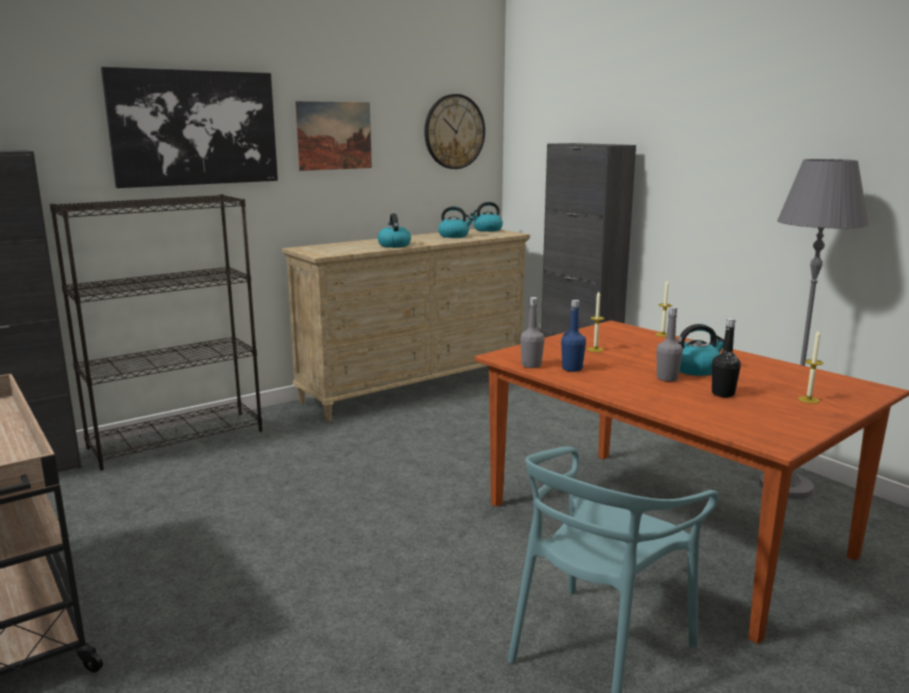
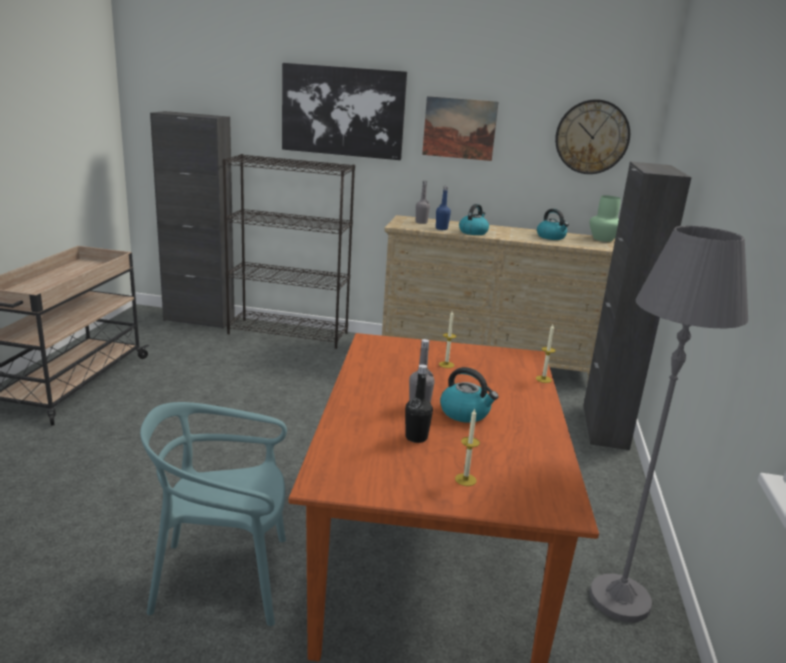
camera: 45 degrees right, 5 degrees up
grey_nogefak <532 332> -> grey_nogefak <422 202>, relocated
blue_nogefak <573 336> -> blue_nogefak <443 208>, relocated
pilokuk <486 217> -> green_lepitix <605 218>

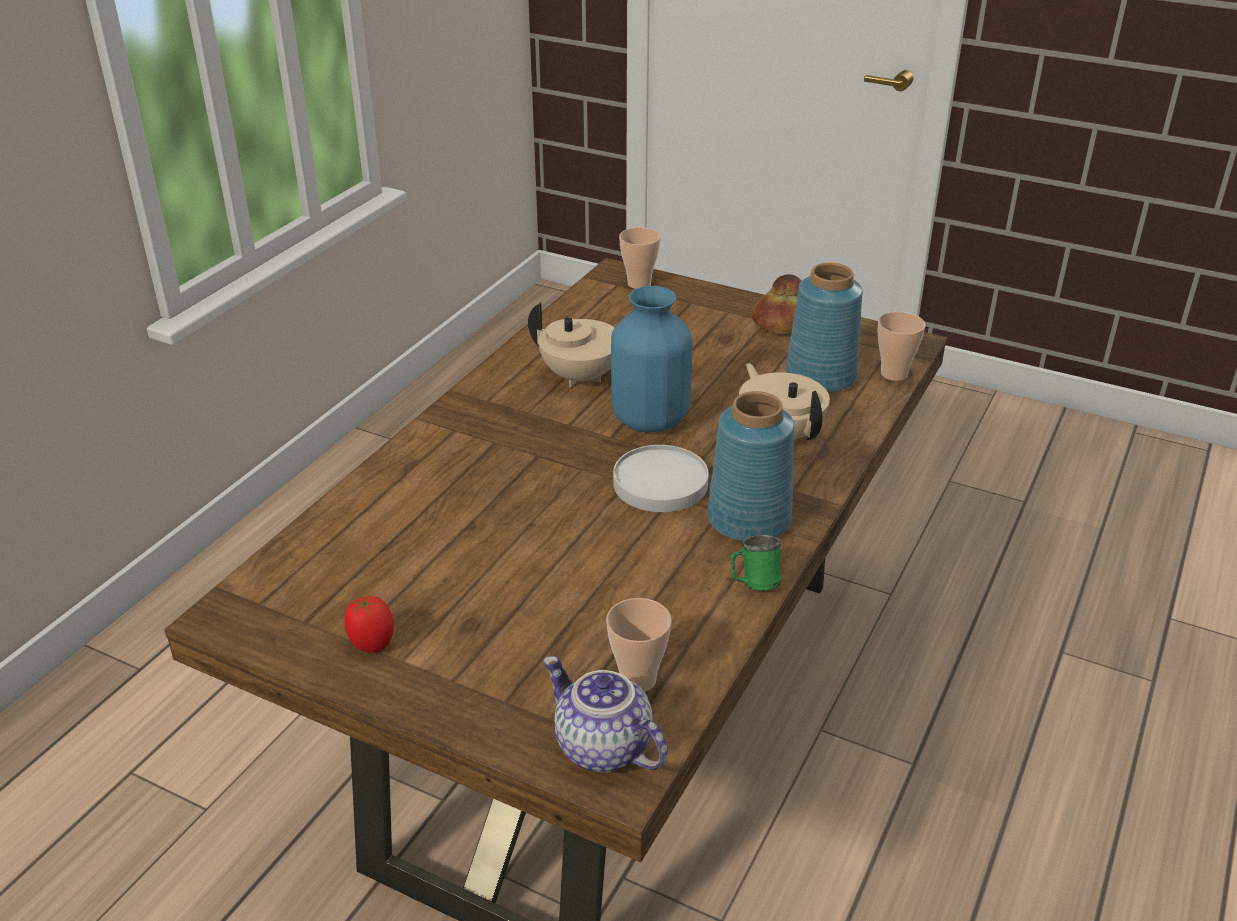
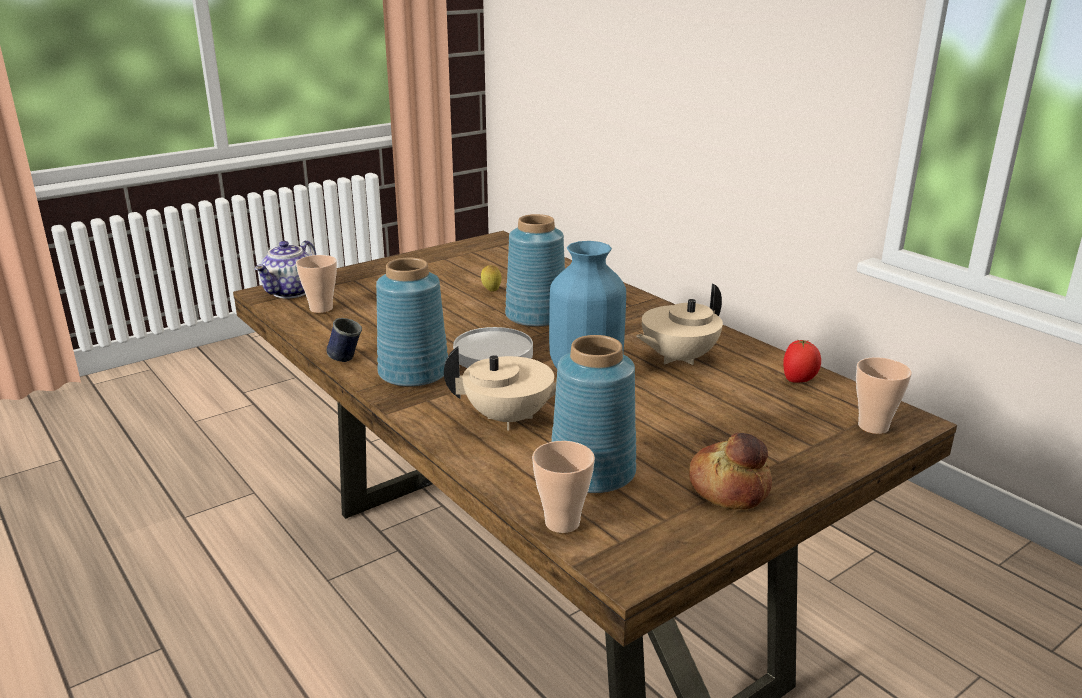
camera: 115 degrees right, 10 degrees down
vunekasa <605 714> -> vunekasa <285 269>, 135 degrees clockwise
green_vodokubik <756 562> -> blue_vodokubik <344 340>
none -> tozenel <491 278>
none -> blue_lepitix <535 270>
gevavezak <369 624> -> gevavezak <802 361>, relocated

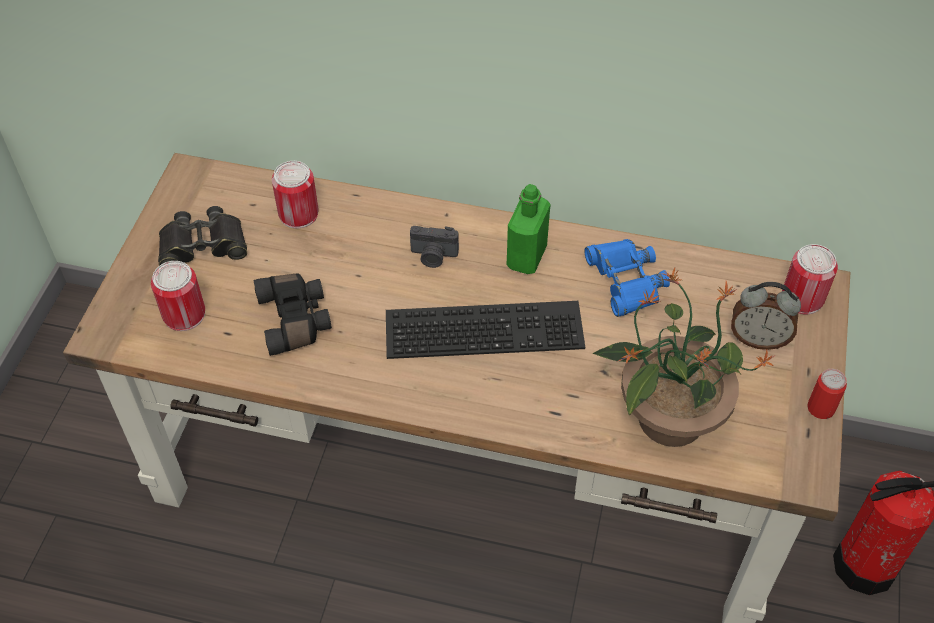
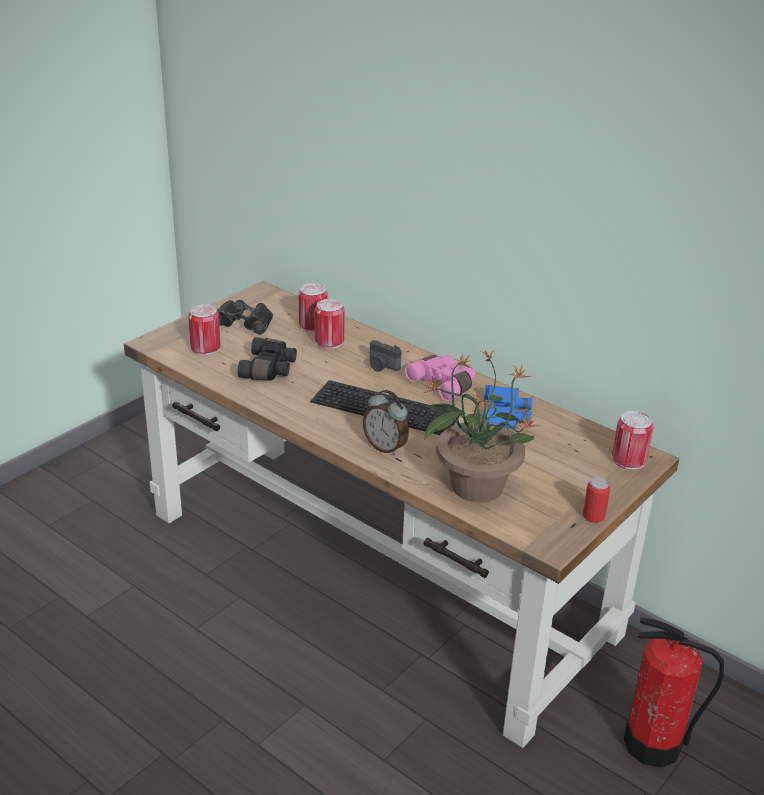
camera: 25 degrees right, 20 degrees down
none -> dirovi <330 324>
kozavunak <766 316> -> kozavunak <386 422>, relocated
green_nogefak <529 229> -> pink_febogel <440 378>

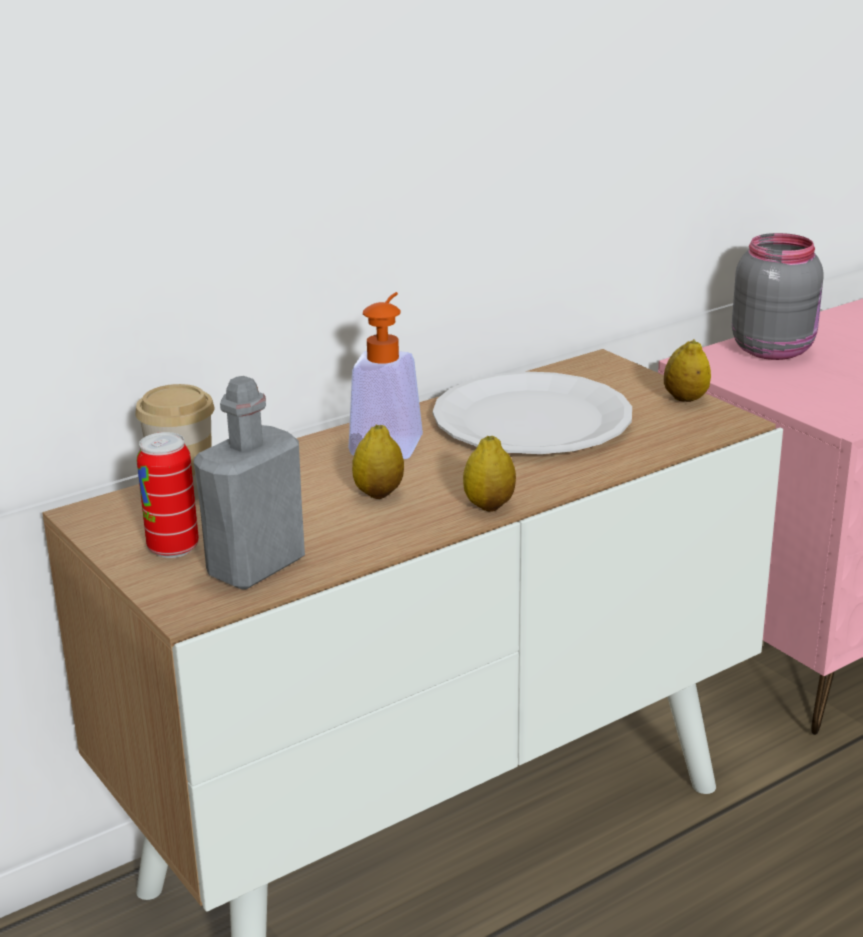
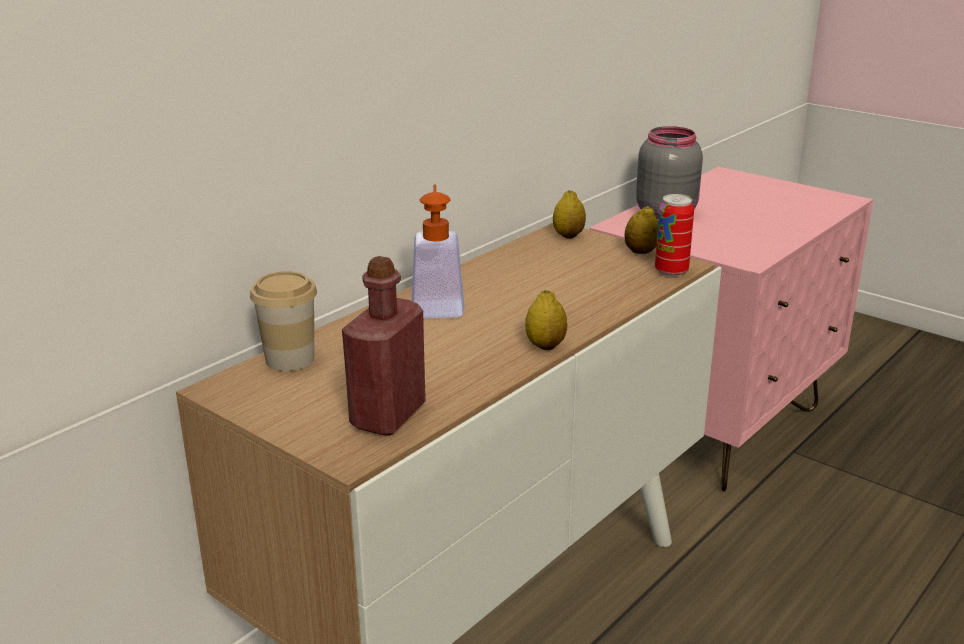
camera: 15 degrees left, 0 degrees up
grey_nogefak <249 483> -> red_nogefak <384 346>
tozenel <378 461> -> tozenel <569 214>, relocated
dirovi <167 495> -> dirovi <674 235>, relocated
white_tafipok <532 412> -> none

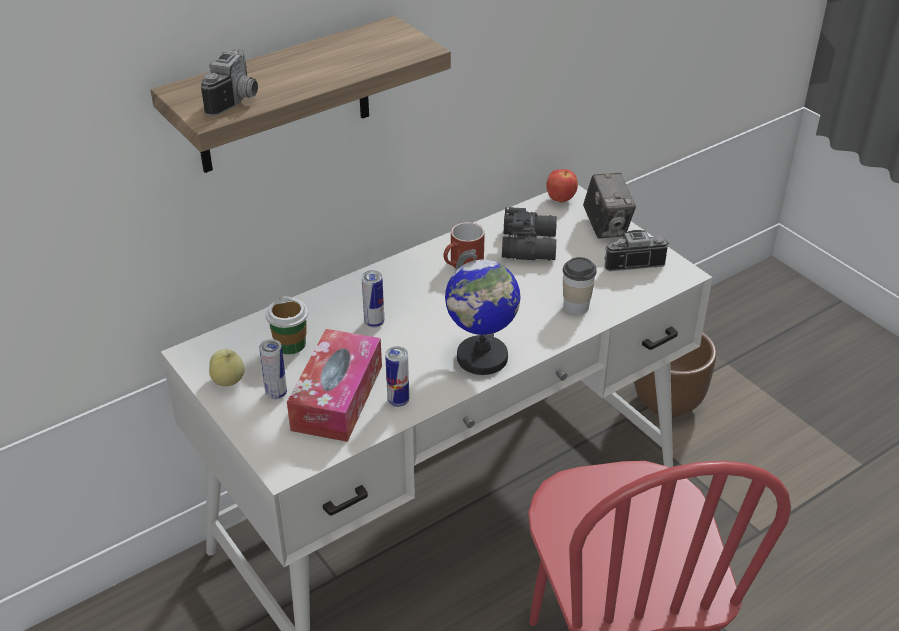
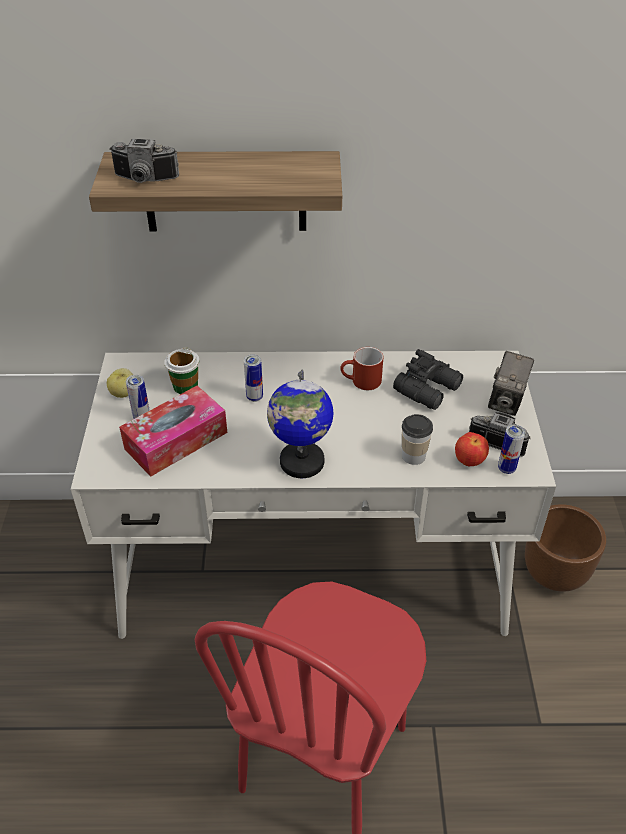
camera: 35 degrees right, 5 degrees up
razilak <229 82> -> razilak <144 161>, 45 degrees clockwise
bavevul <562 186> -> bavevul <472 449>, relocated
dirovi <397 376> -> dirovi <511 449>, relocated

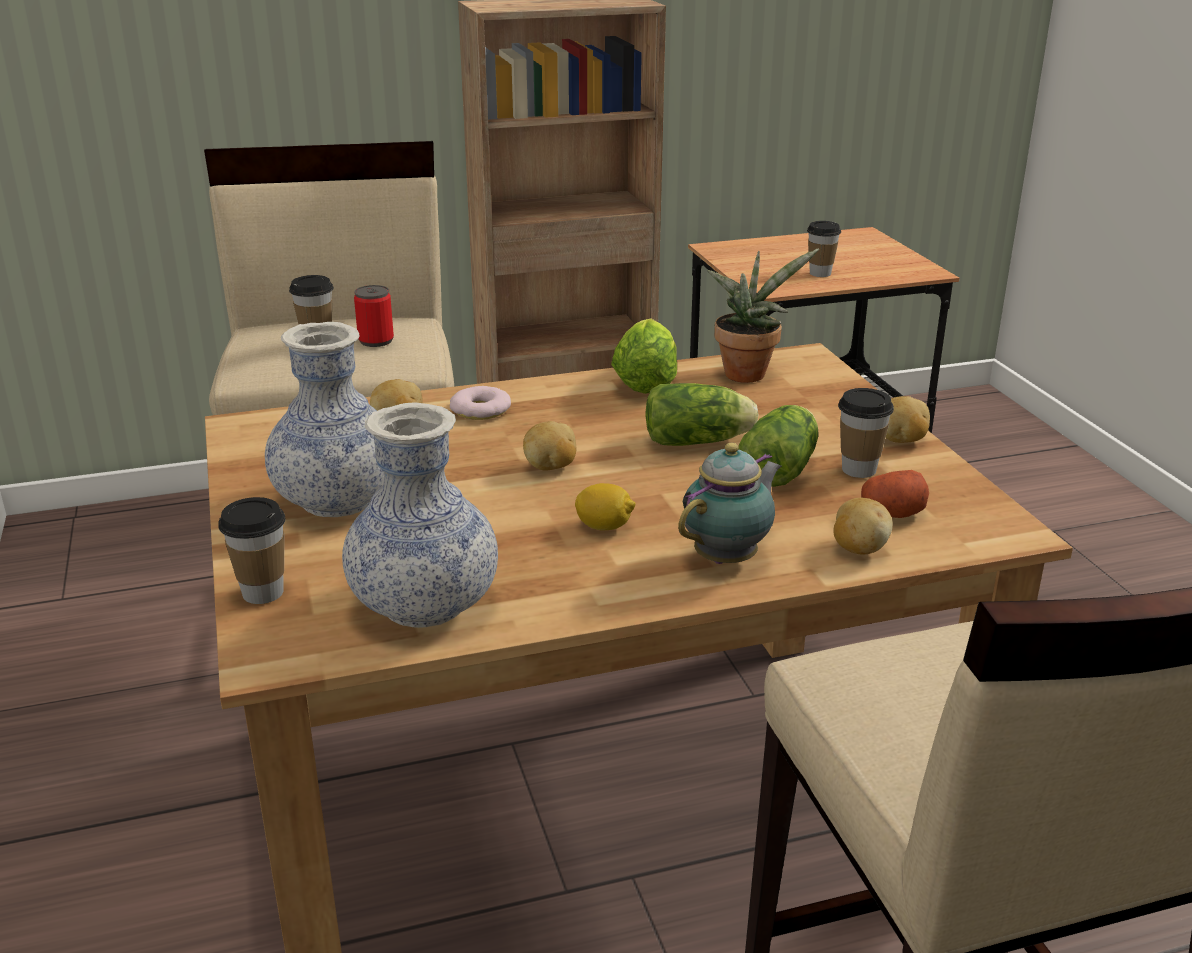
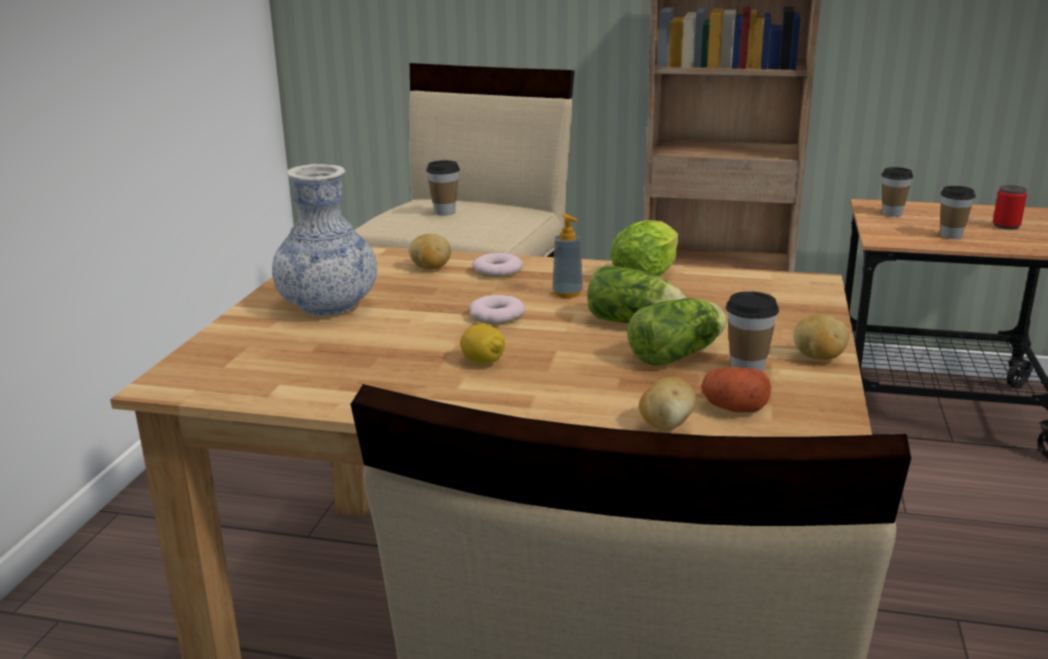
camera: 30 degrees right, 5 degrees down
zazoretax <549 445> -> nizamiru <497 309>
none -> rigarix <567 256>
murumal <252 550> -> murumal <897 192>, relocated
dirovi <374 316> -> dirovi <1010 207>, relocated
lepitix <420 515> -> none
vunekasa <729 503> -> none
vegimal <763 315> -> none

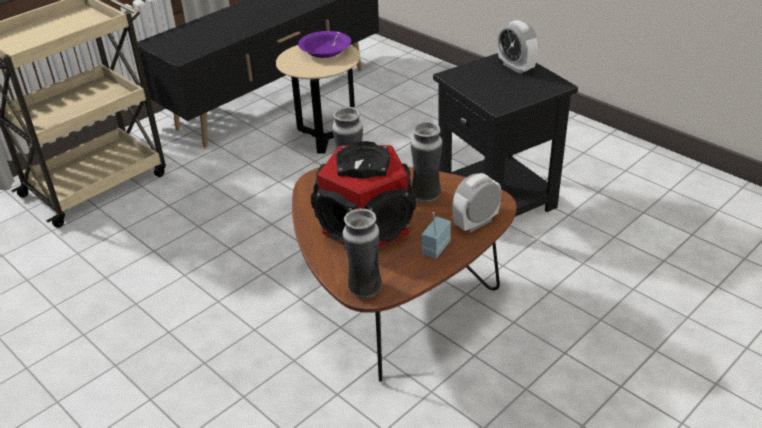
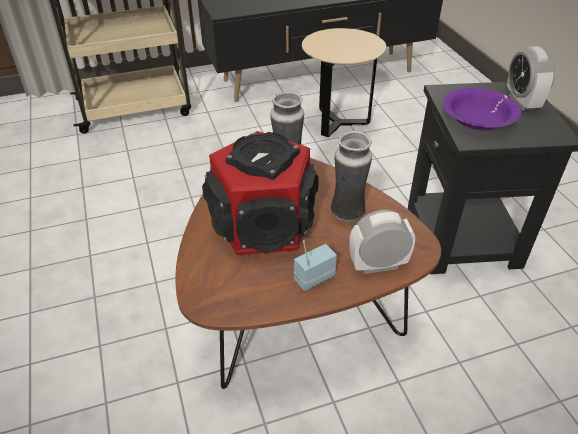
camera: 25 degrees right, 5 degrees up
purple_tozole <324 44> -> purple_tozole <482 108>, relocated
lepitix <362 253> -> none

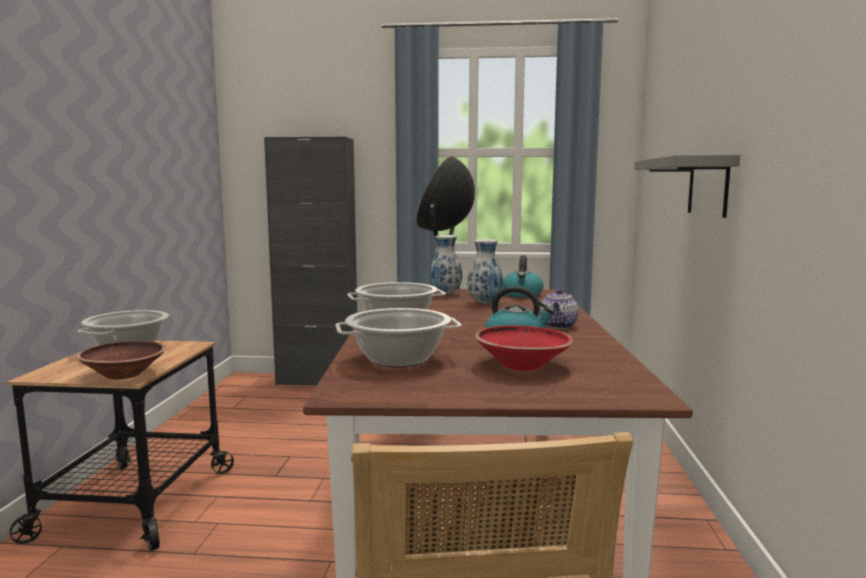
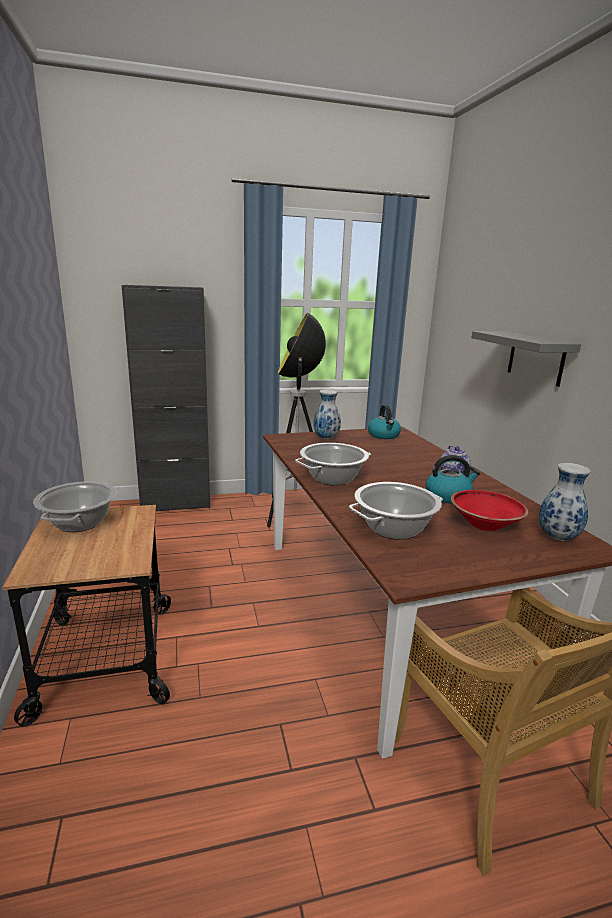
camera: 20 degrees left, 10 degrees up
lepitix <485 271> -> lepitix <565 502>, relocated
brown_tozole <121 360> -> none

